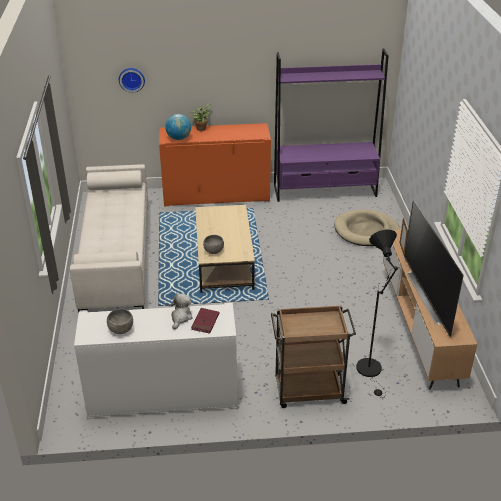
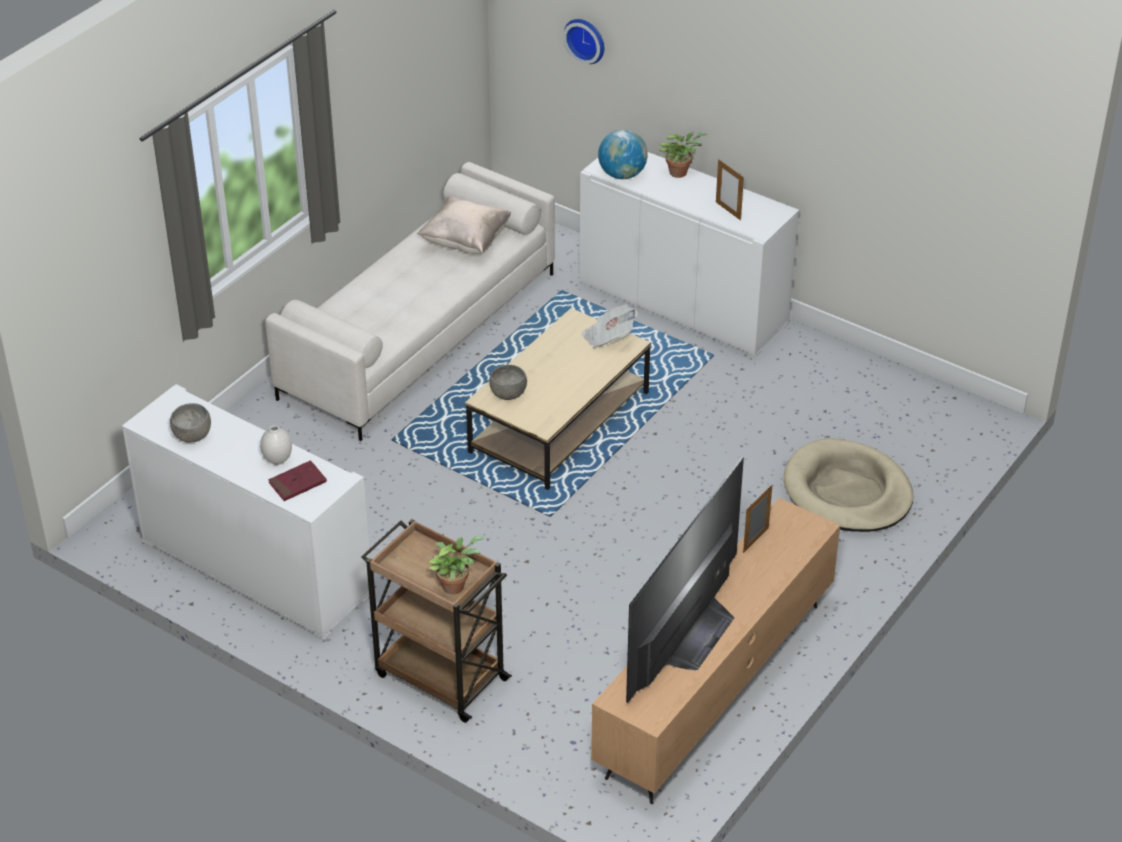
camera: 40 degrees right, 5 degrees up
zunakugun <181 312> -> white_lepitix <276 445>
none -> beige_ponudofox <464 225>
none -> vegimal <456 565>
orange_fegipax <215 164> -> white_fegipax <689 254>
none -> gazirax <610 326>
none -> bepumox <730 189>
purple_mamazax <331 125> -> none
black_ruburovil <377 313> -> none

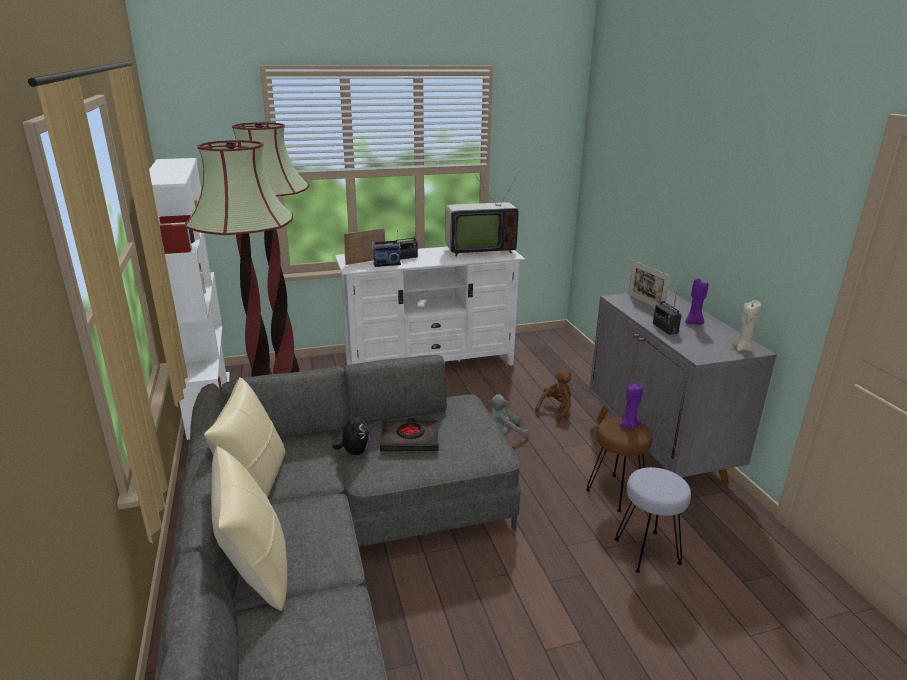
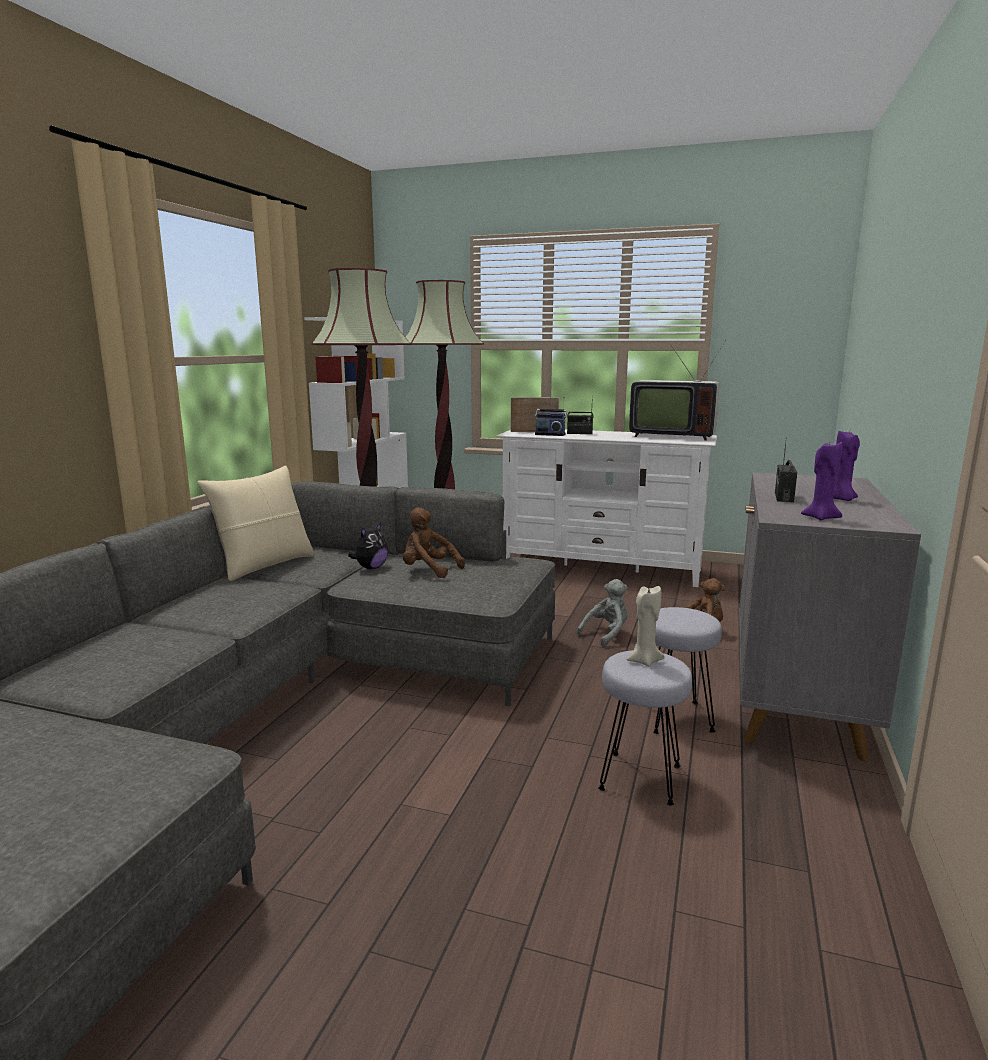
camera: 35 degrees right, 10 degrees down
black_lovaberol <409 434> -> brown_zunakugun <434 542>
grey_zunakugun <508 416> -> grey_zunakugun <602 613>, 120 degrees clockwise
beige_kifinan <746 326> -> beige_kifinan <645 626>, relocated
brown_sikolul <619 464> -> grey_sikolul <687 670>
purple_kifinan <631 406> -> purple_kifinan <822 481>, relocated
beige_ponudofox <249 529> -> none
bepumox <649 284> -> none

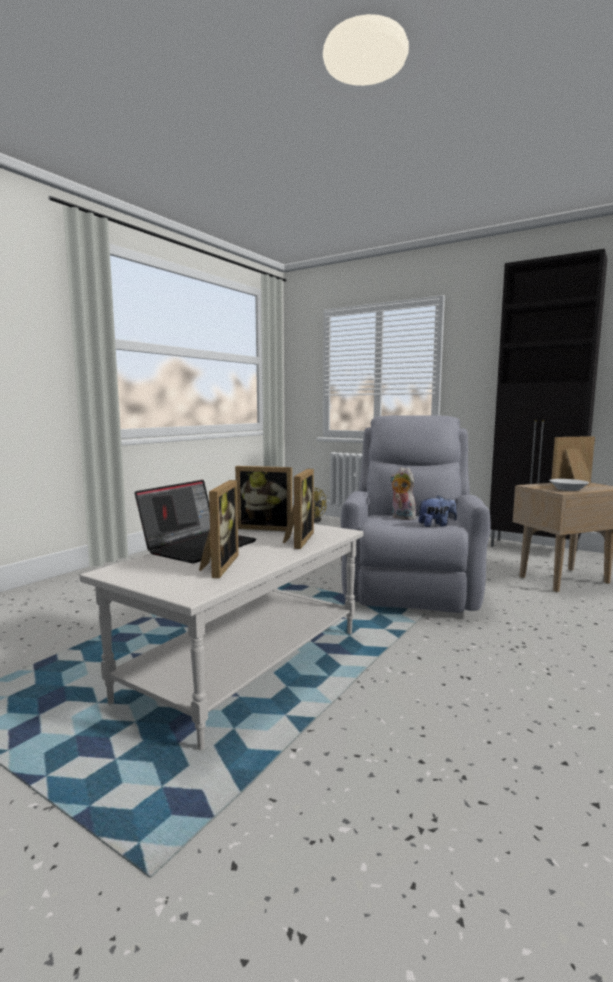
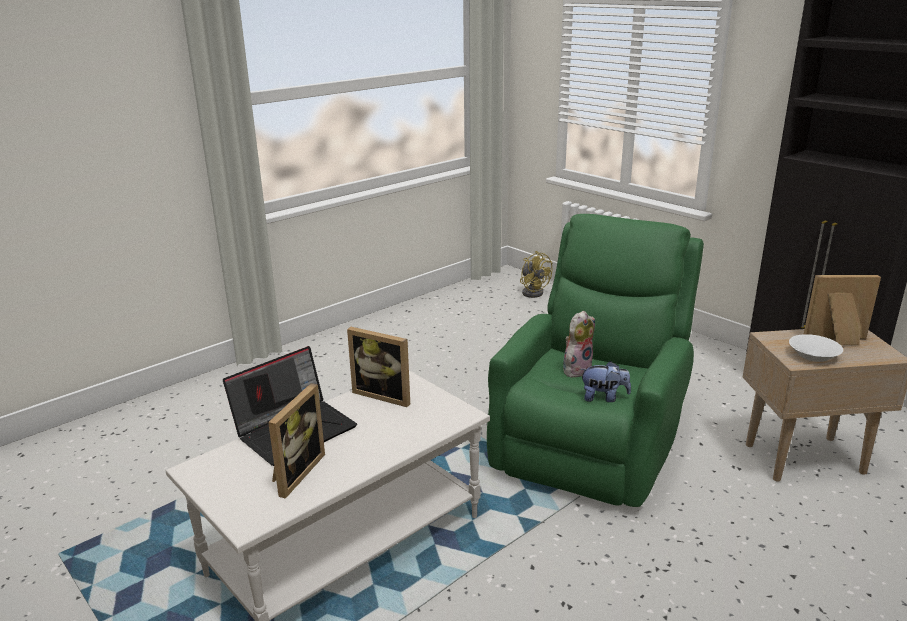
camera: 15 degrees right, 15 degrees up
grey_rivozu <416 514> -> green_rivozu <595 360>
zunakugun <403 493> -> zunakugun <579 344>, 75 degrees clockwise
bepumox <298 509> -> none

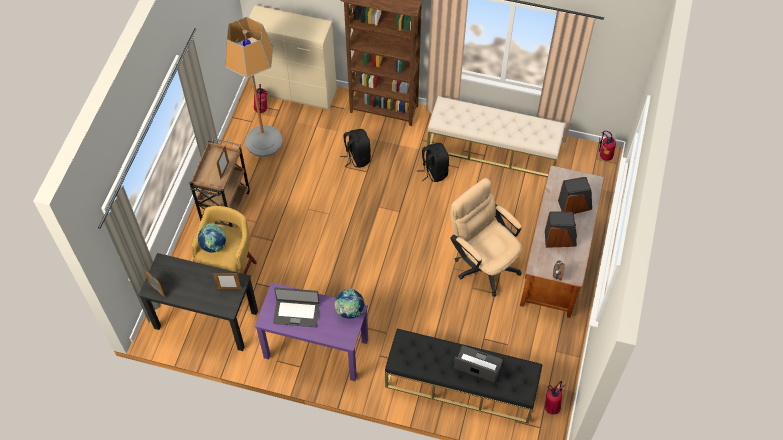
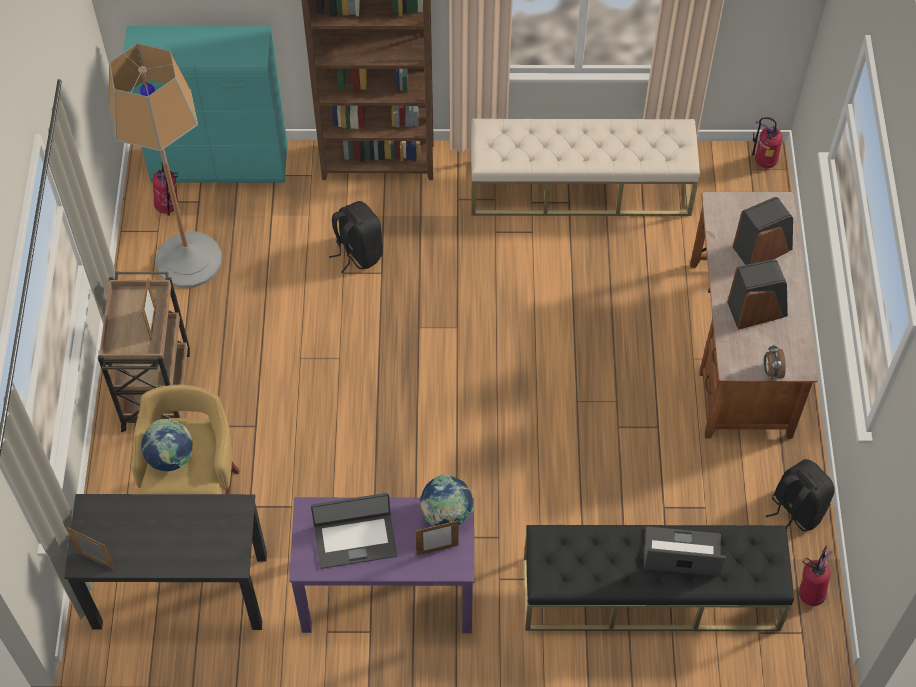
camera: 15 degrees left, 0 degrees up
beige_fegipax <292 57> -> turquoise_fegipax <205 104>
bepumox <227 281> -> bepumox <437 538>, relocated
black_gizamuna <433 162> -> black_gizamuna <800 495>, relocated
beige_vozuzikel <486 237> -> none

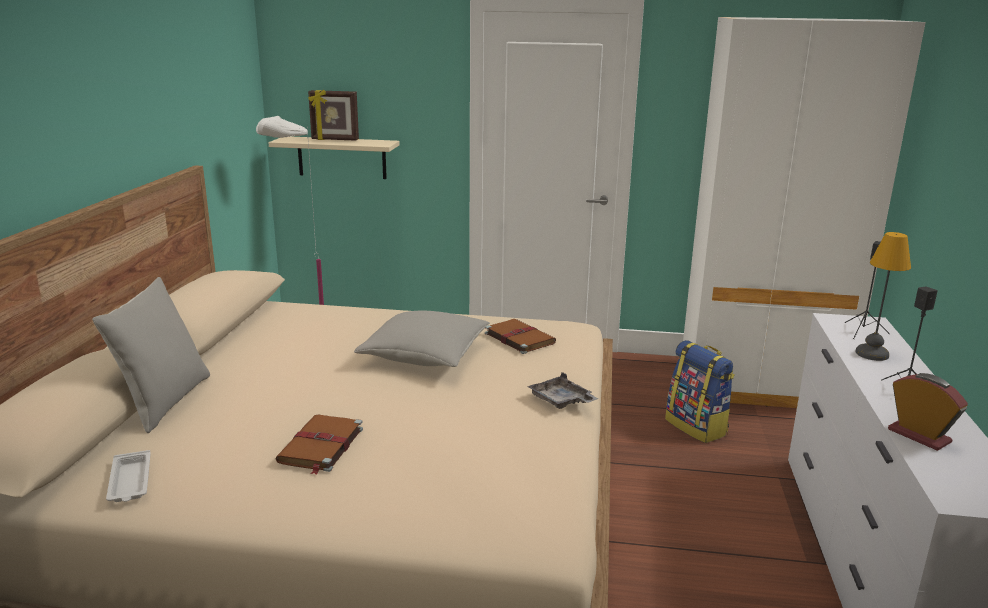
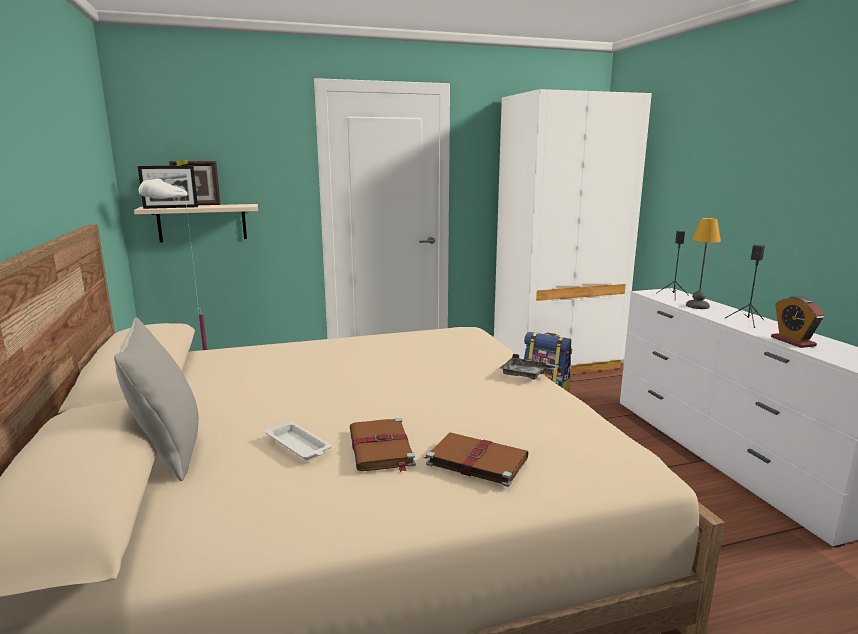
camera: 25 degrees left, 5 degrees down
none -> bepumox <168 187>
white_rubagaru <128 476> -> white_rubagaru <298 440>, relocated
brown_lovaberol <520 336> -> brown_lovaberol <476 460>, relocated
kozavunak <928 412> -> kozavunak <798 322>, 135 degrees counterclockwise
grey_ponudofox <422 339> -> none

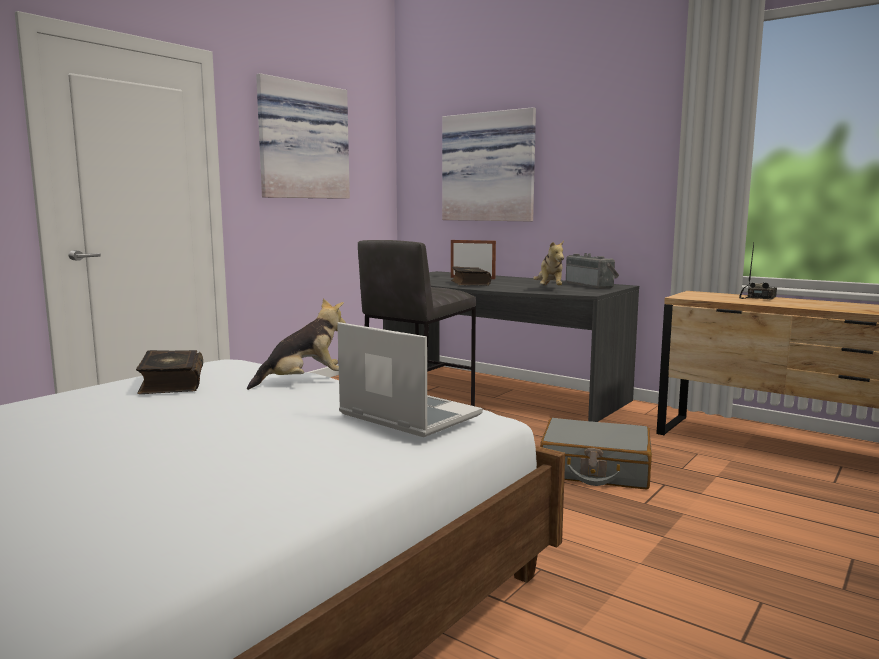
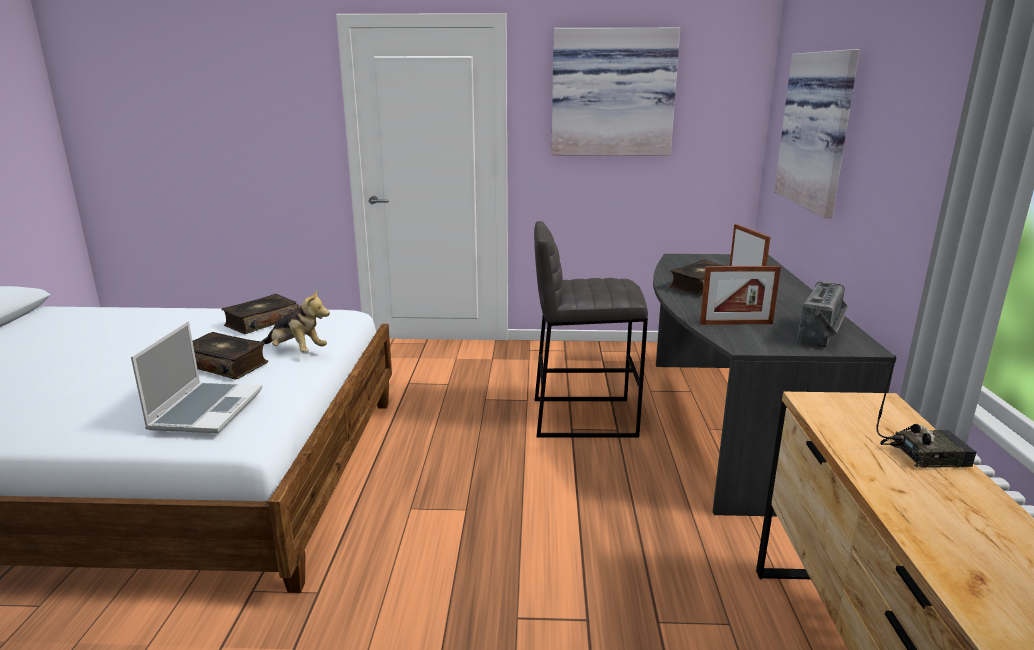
camera: 55 degrees right, 10 degrees up
none -> lovaberol <230 355>
zunakugun <548 263> -> bepumox <740 295>
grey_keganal <596 454> -> none

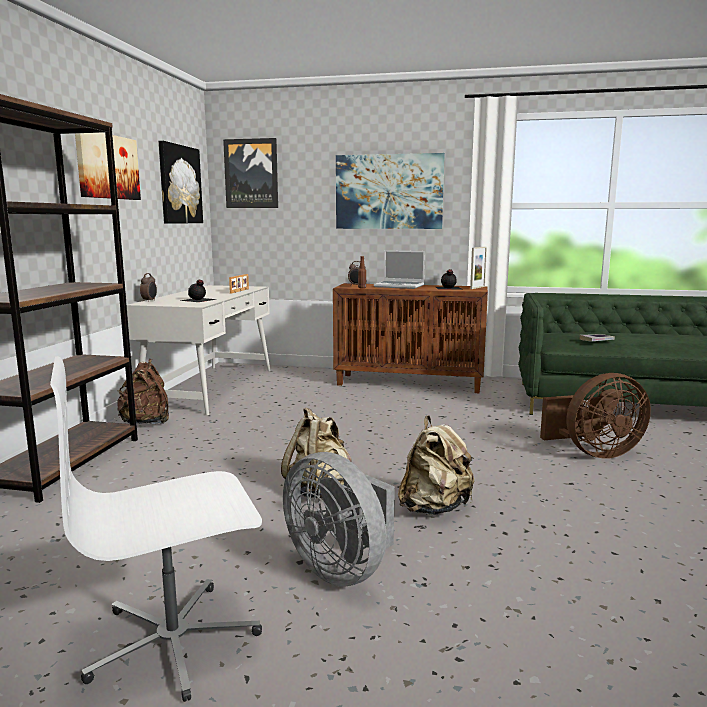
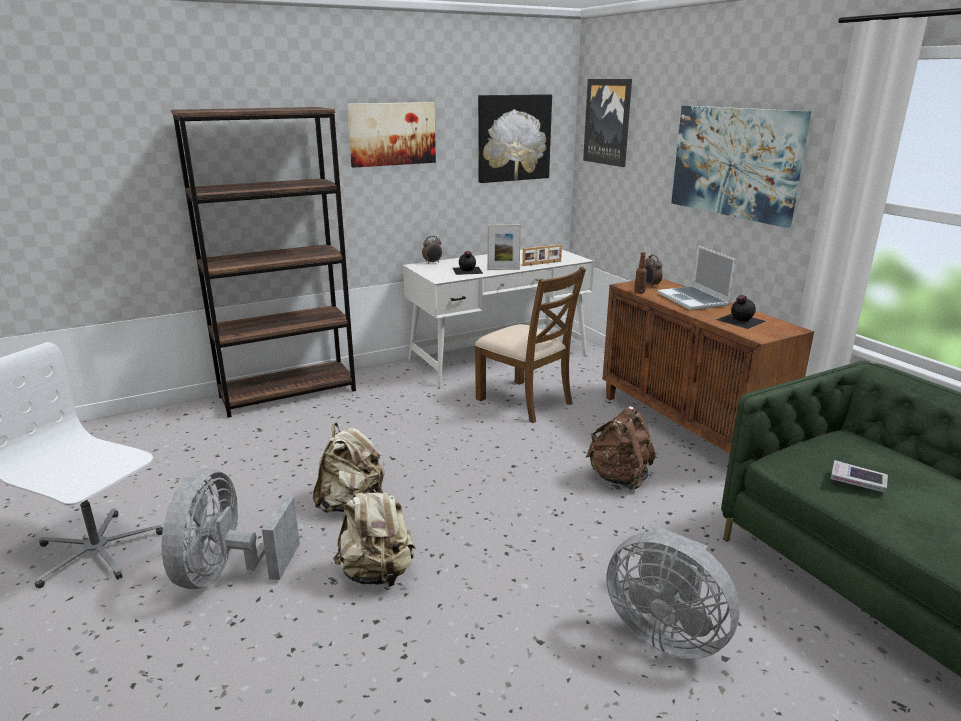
camera: 50 degrees right, 10 degrees up
none -> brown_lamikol <530 345>
bepumox <478 268> -> bepumox <504 247>, relocated
brown_gizamuna <143 391> -> brown_gizamuna <621 448>, relocated
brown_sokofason <595 416> -> grey_sokofason <673 591>

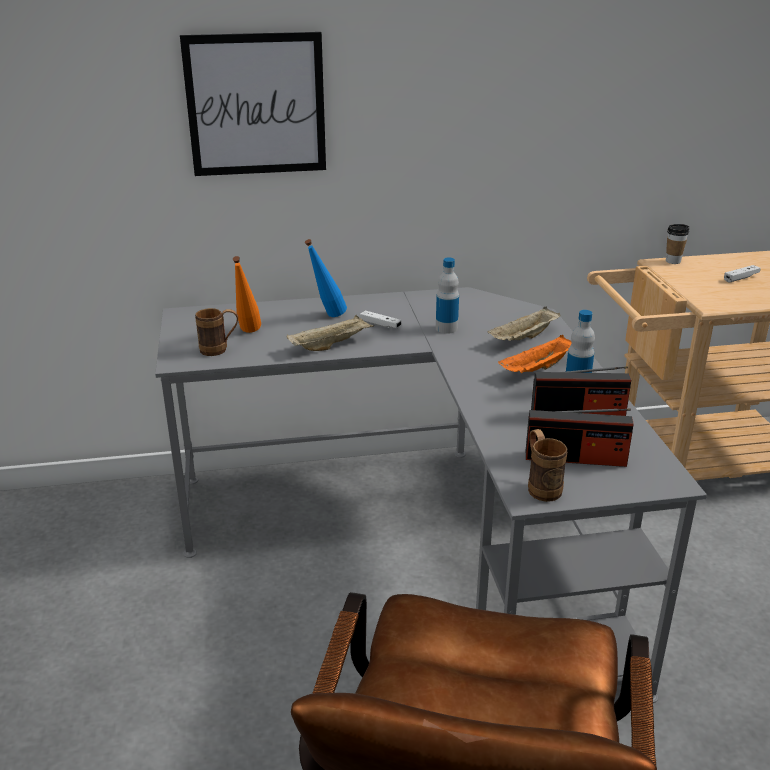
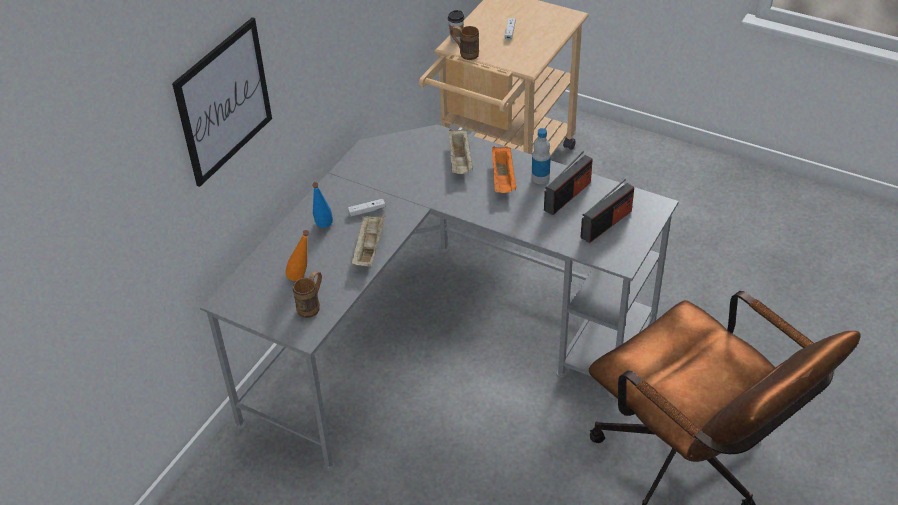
camera: 50 degrees left, 15 degrees up
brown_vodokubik <547 465> -> brown_vodokubik <464 43>, relocated
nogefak <447 295> -> none

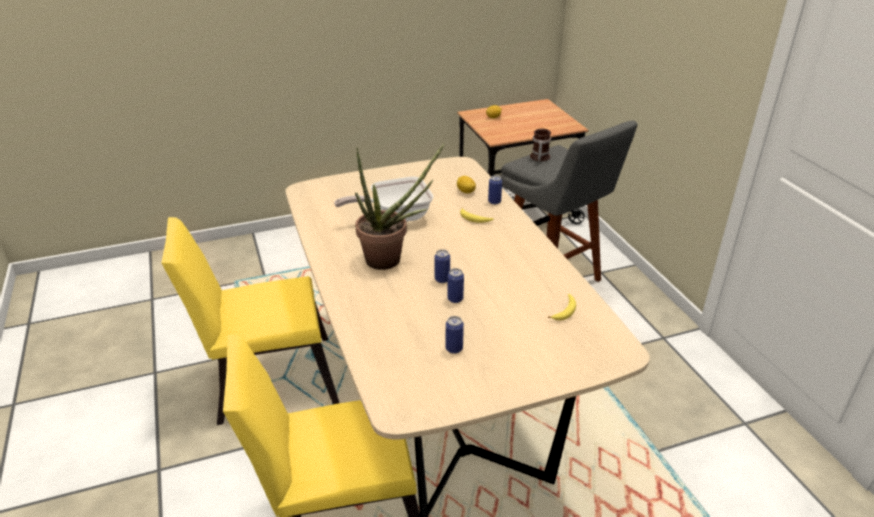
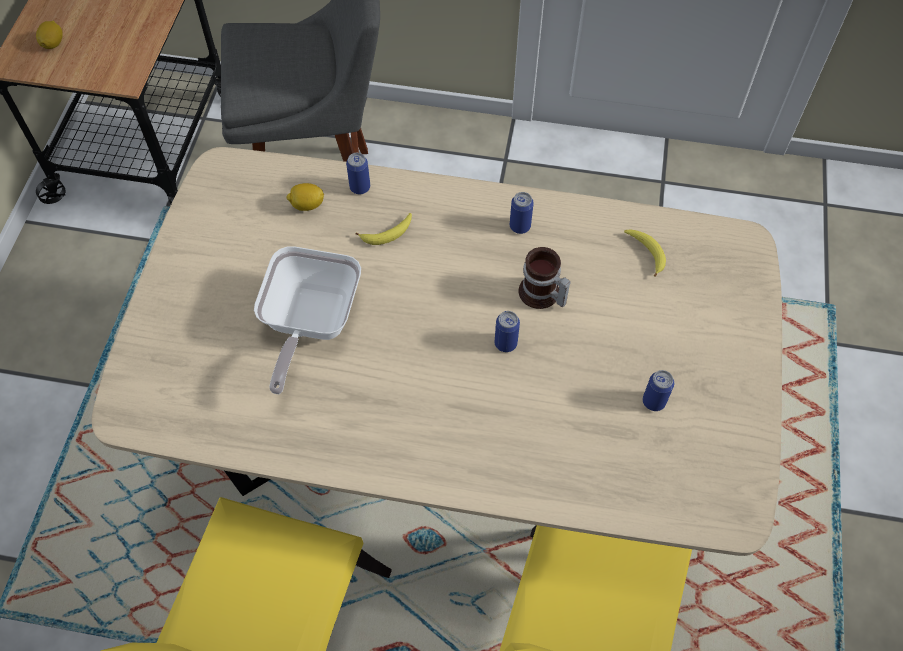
camera: 60 degrees left, 25 degrees up
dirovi <455 285> -> dirovi <522 213>, relocated
vodokubik <540 145> -> vodokubik <544 278>, relocated
vegimal <400 206> -> none

